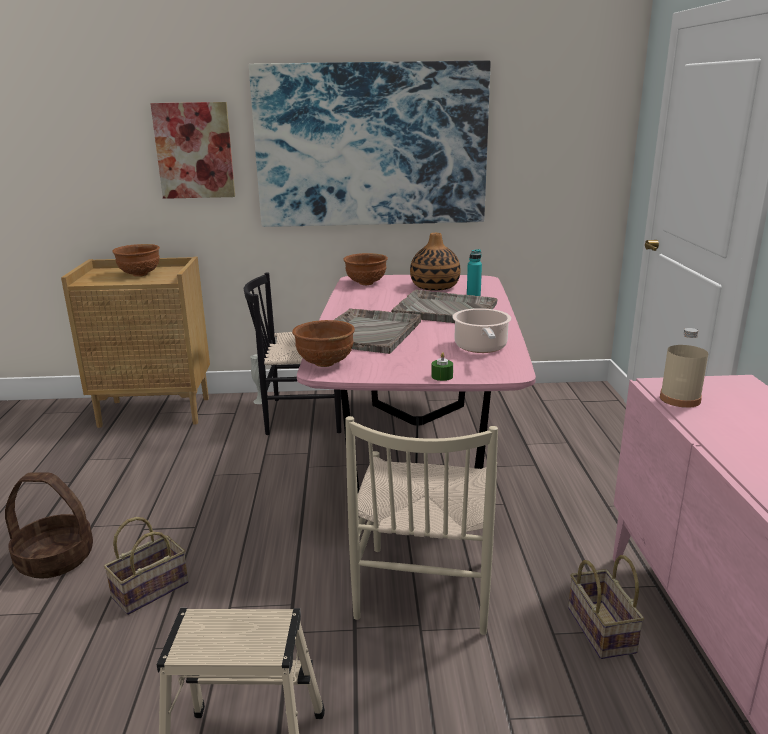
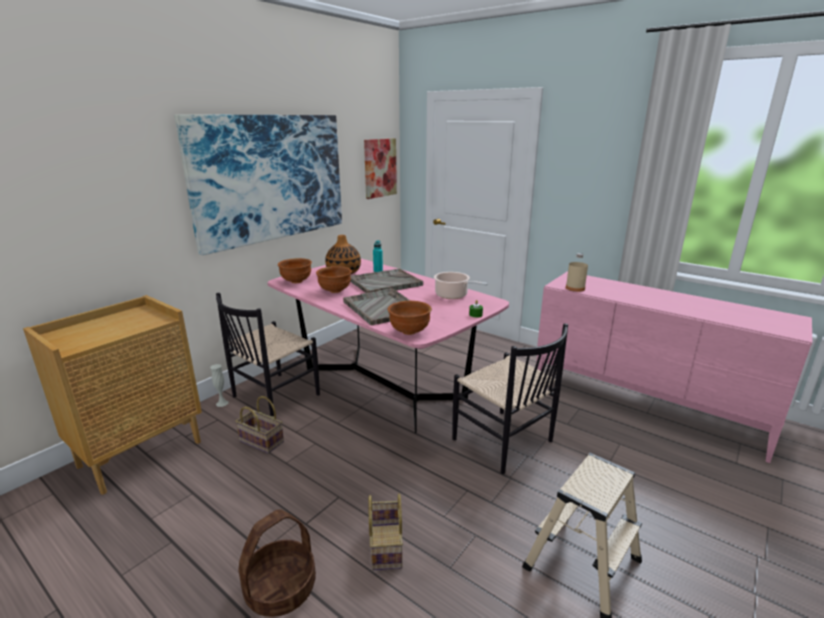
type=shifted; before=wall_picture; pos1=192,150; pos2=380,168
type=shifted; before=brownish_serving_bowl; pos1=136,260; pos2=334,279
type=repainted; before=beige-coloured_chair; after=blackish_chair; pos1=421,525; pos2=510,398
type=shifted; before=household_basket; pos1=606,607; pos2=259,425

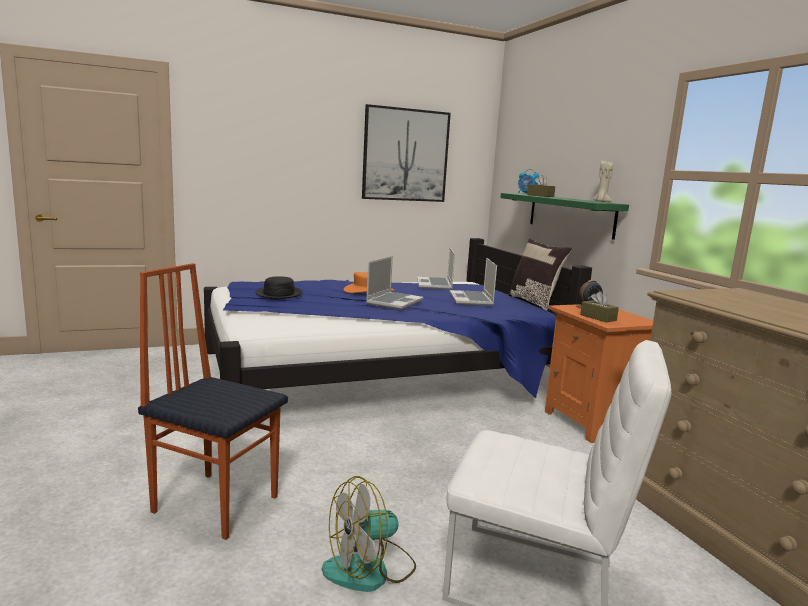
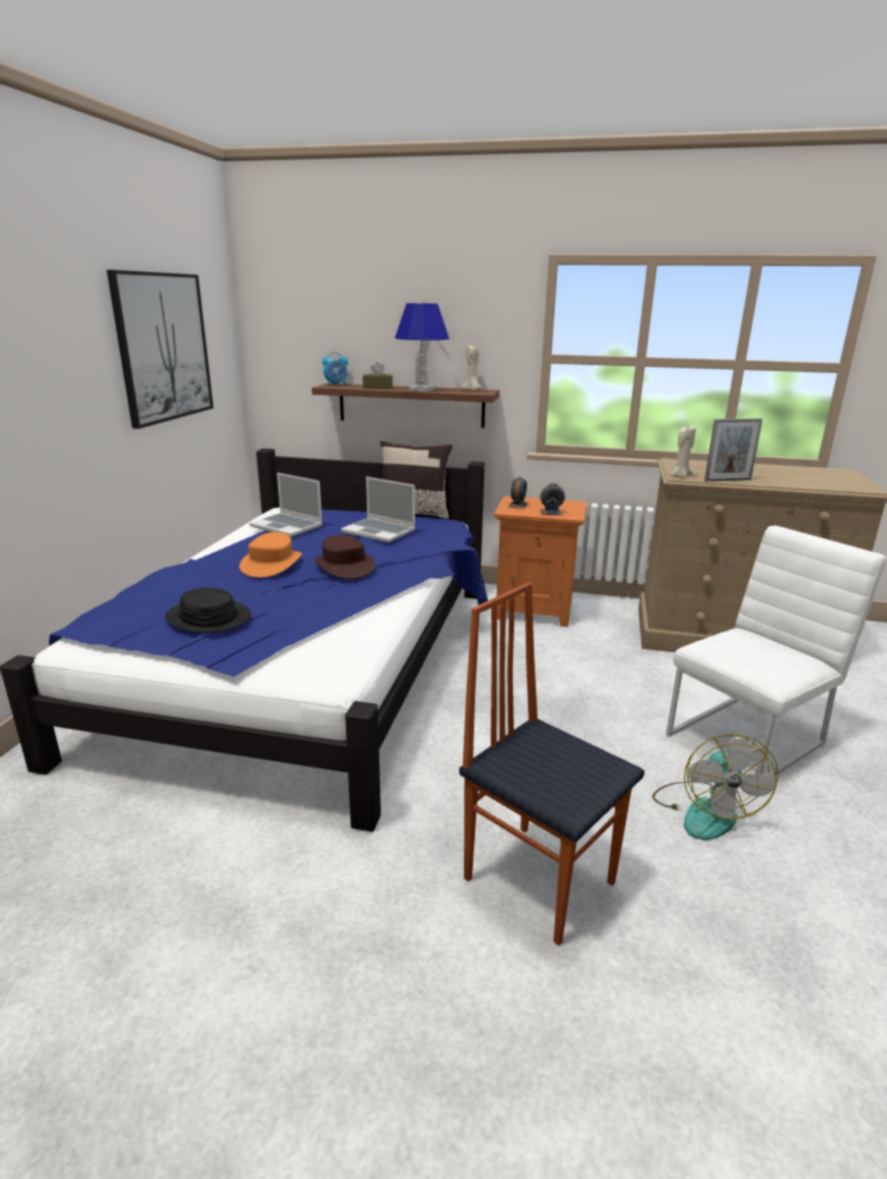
type=repainted; before=green-coloured_wall_shelf; after=brownish_wall_shelf; pos1=565,216; pos2=406,405
type=swapped; before=notebook_computer; after=brownish_hat; pos1=394,282; pos2=344,557
type=rotated; before=chair; pos1=213,401; pos2=552,764; turn=75
type=swapped; before=brownish_box_of_tissues; after=alarm_clock; pos1=599,306; pos2=552,499
type=new; after=bluish_tabletop_lamp; pos2=422,347
type=new; after=photo_frame; pos2=733,449
type=new; after=beige-coloured_wax_candle; pos2=683,452

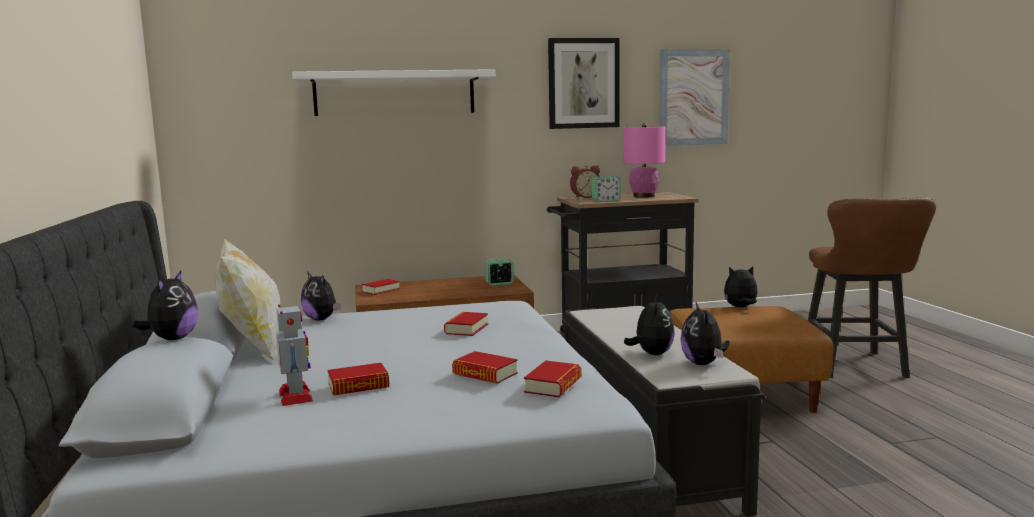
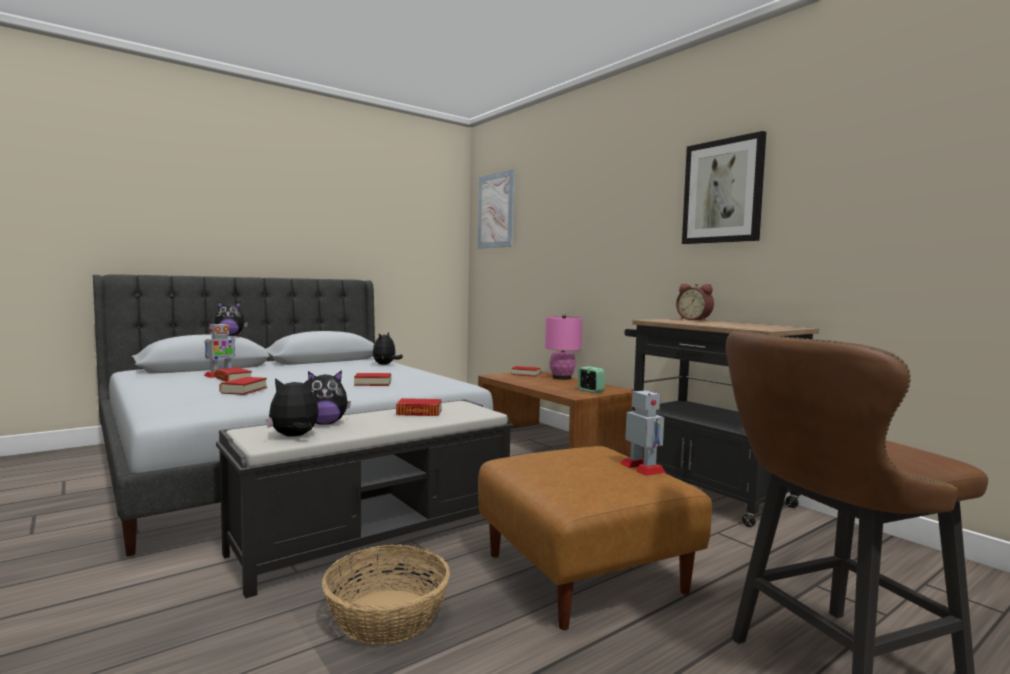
type=shifted; before=wall_picture; pos1=694,97; pos2=496,208
type=gone; before=whitish_wall_shelf; pos1=393,92
type=shifted; before=pinkish_tabletop_lamp; pos1=644,160; pos2=563,347
type=gone; before=alarm_clock; pos1=606,189
type=gone; before=pillow; pos1=247,299
type=swapped; before=cuddly_toy; after=robot_figure; pos1=741,286; pos2=643,432
type=shifted; before=bound_book; pos1=552,379; pos2=419,407
type=new; after=household_basket; pos2=386,595

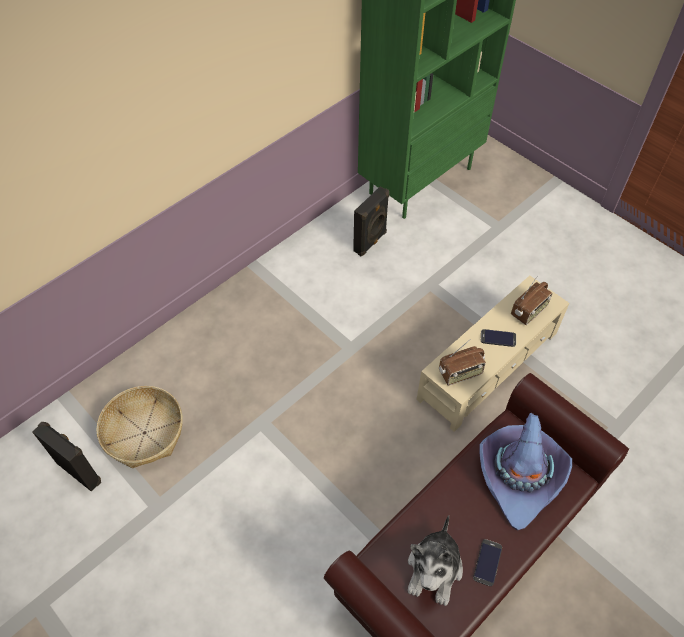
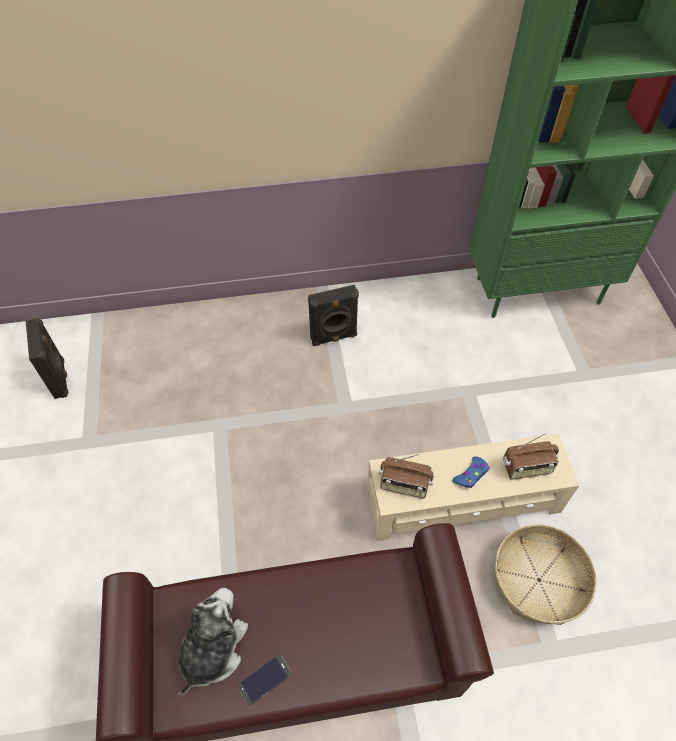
type=shifted; before=blackish_loudspeaker; pos1=371,221; pos2=333,315
type=swapped; before=telephone; after=bluish_game_controller; pos1=498,338; pos2=470,472
type=shifted; before=household_basket; pos1=139,427; pos2=545,574
type=gone; before=purplish_hat; pos1=525,472
type=rotated; before=cuddly_toy; pos1=435,560; pos2=213,641; turn=150

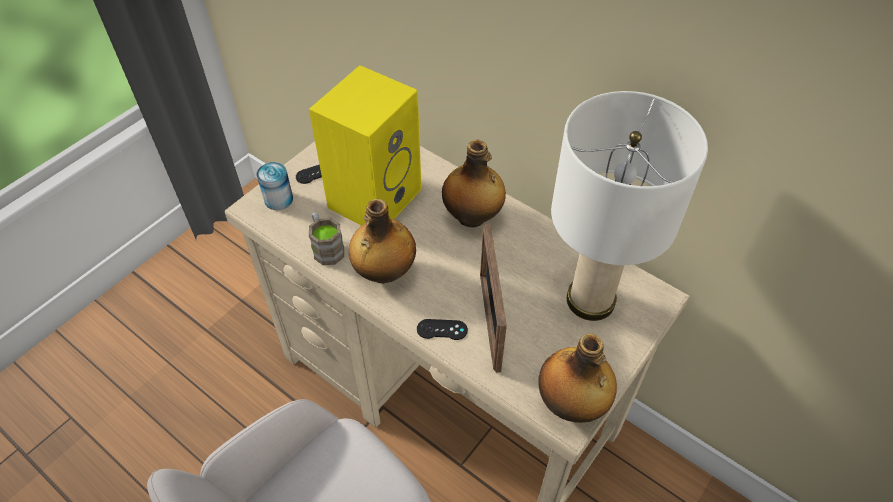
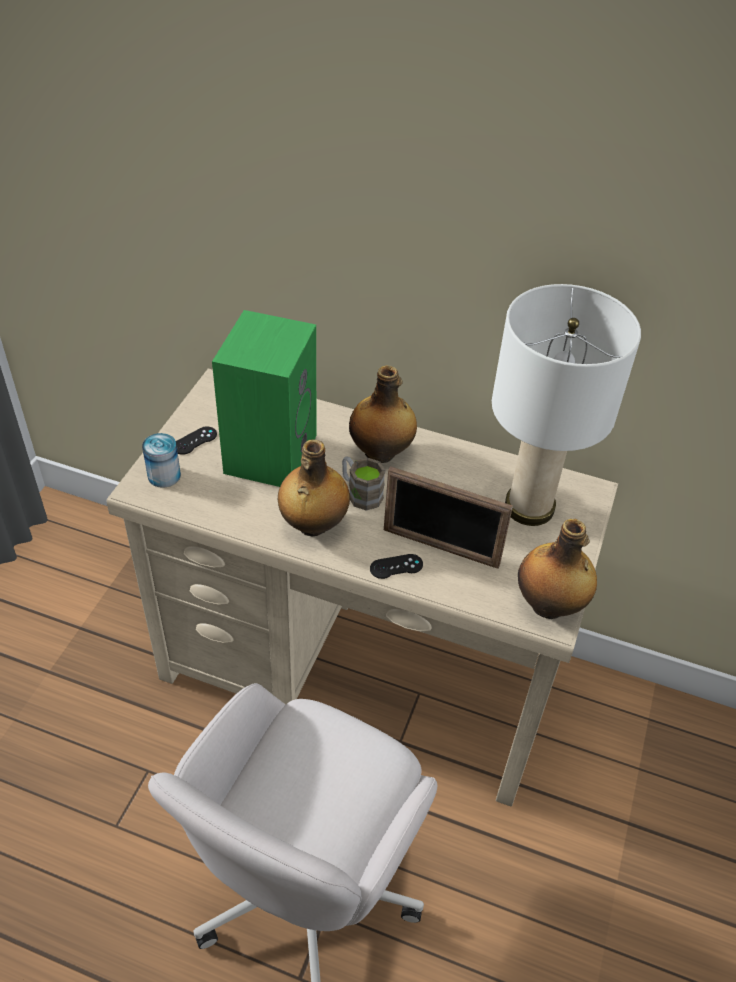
type=repainted; before=yellow_loudspeaker; after=green-coloured_loudspeaker; pos1=365,145; pos2=264,398
type=shifted; before=brownish_tea_mug; pos1=326,238; pos2=364,483
type=rotated; before=photo_frame; pos1=493,298; pos2=448,517; turn=-45

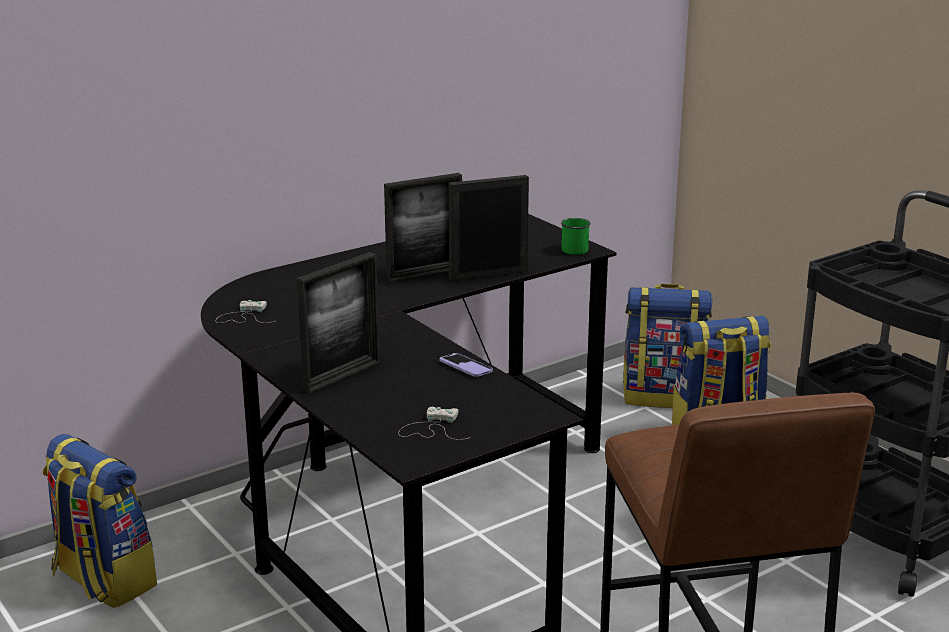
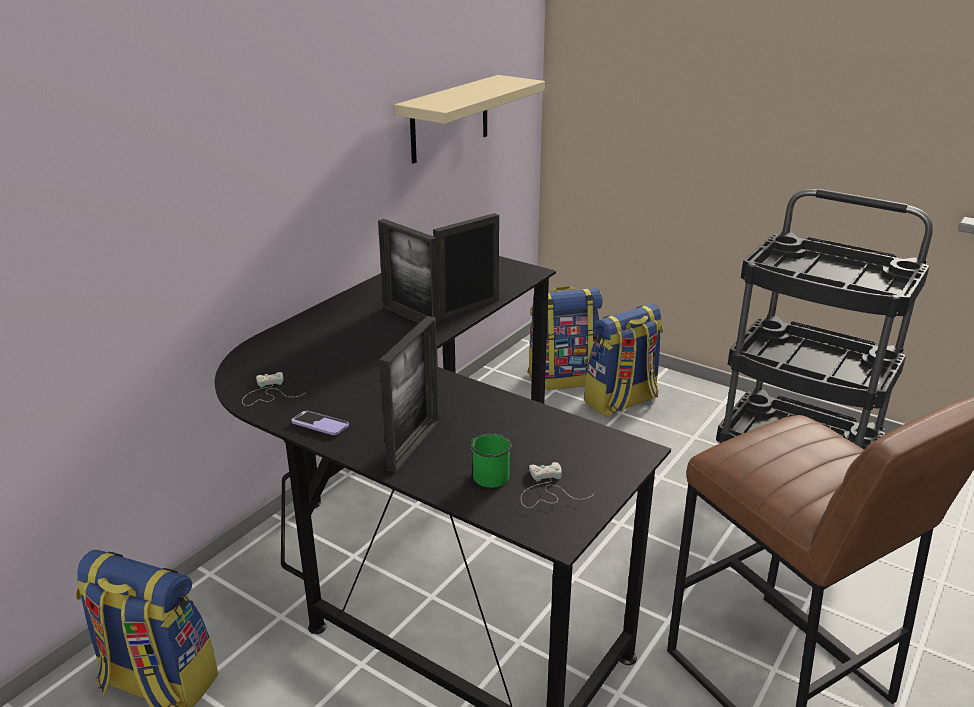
type=rotated; before=photo_frame; pos1=423,227; pos2=408,274; turn=90
type=shifted; before=green-coloured_tea_mug; pos1=576,236; pos2=490,460
type=shifted; before=telephone; pos1=466,365; pos2=320,423
type=new; after=beige-coloured_wall_shelf; pos2=469,119

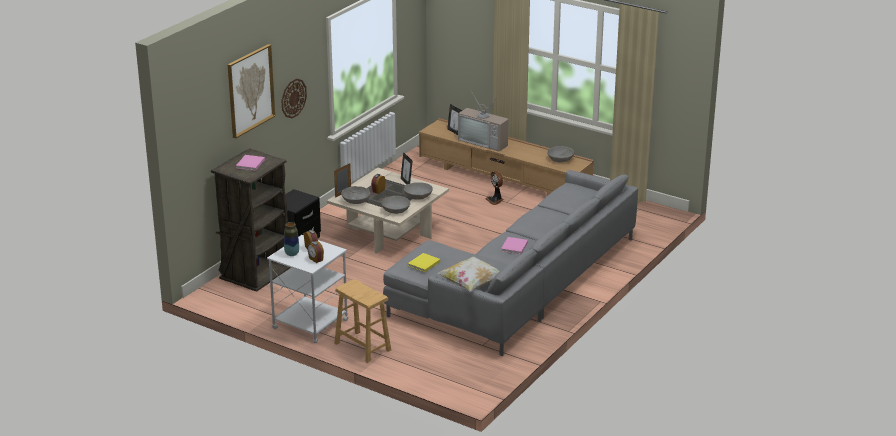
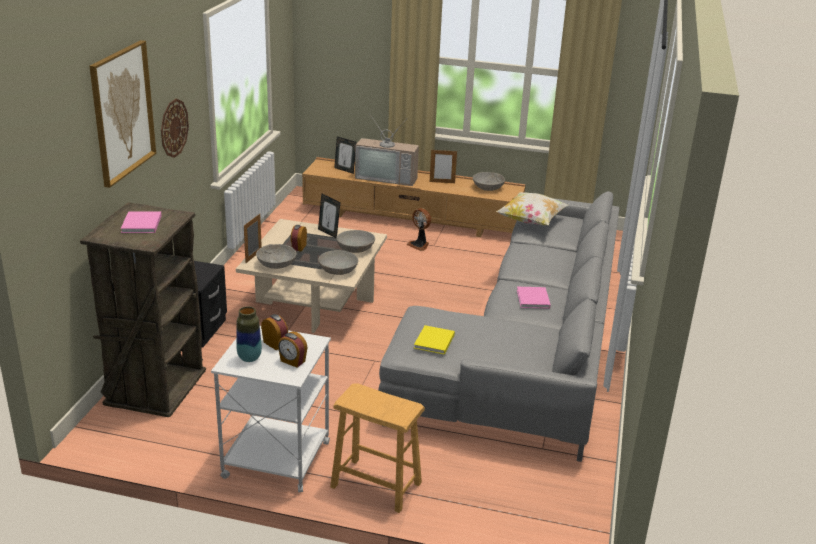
type=shifted; before=pillow; pos1=468,274; pos2=532,208
type=new; after=photo_frame; pos2=443,166

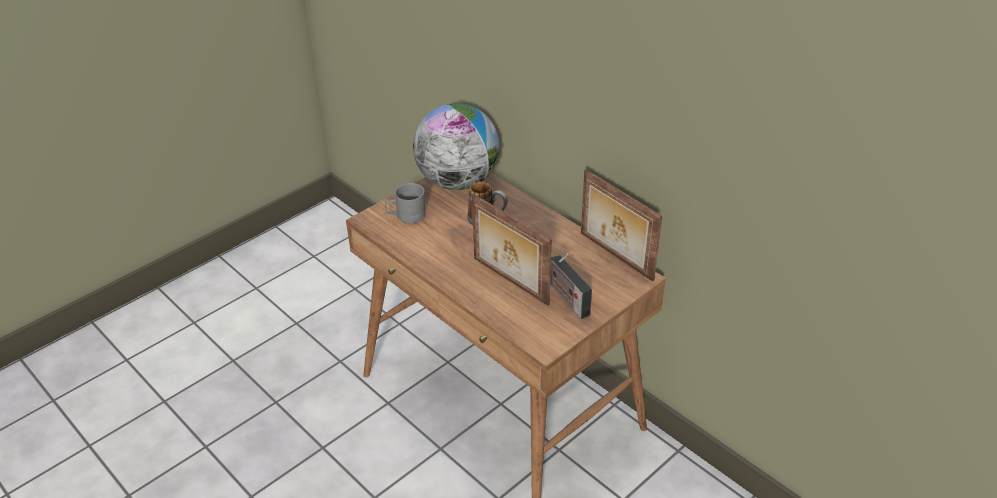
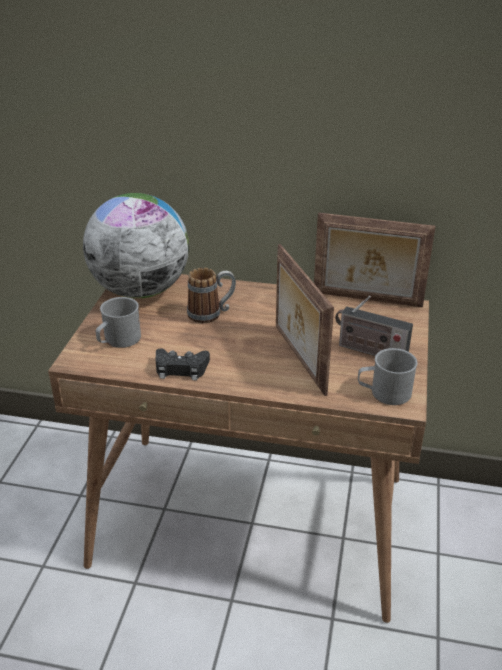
type=rotated; before=photo_frame; pos1=512,249; pos2=305,320; turn=60
type=new; after=blackish_game_controller; pos2=182,364
type=new; after=gray_tea_mug; pos2=388,376

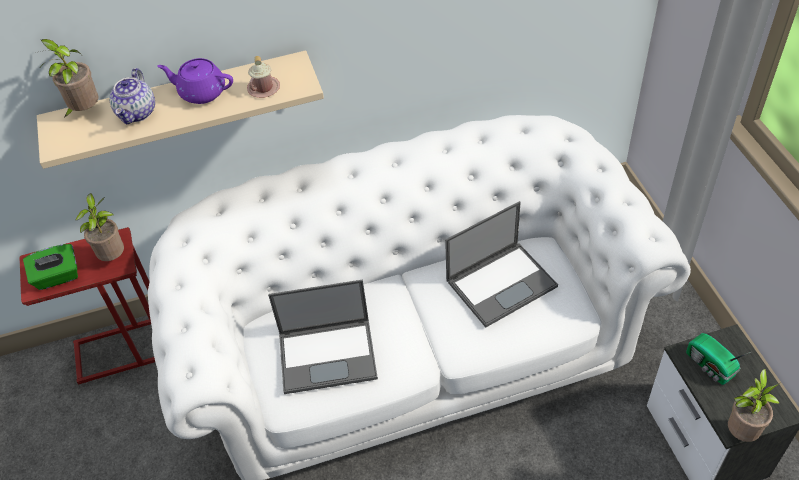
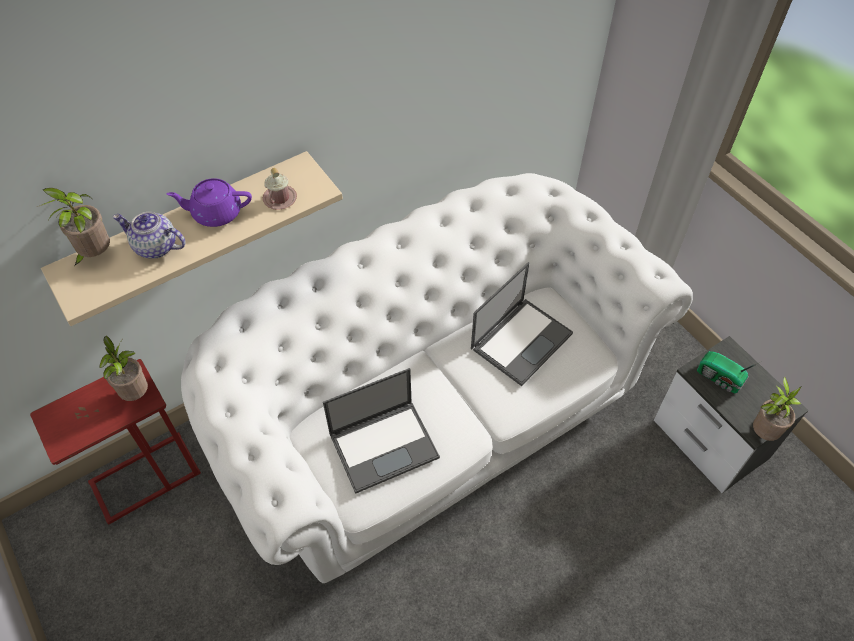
type=rotated; before=pot_for_tea; pos1=132,96; pos2=149,235; turn=120
type=gone; before=green-coloured_box_of_tissues; pos1=50,267

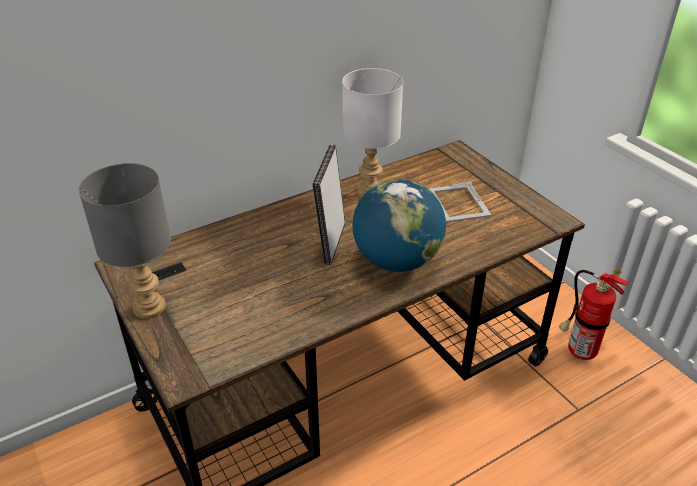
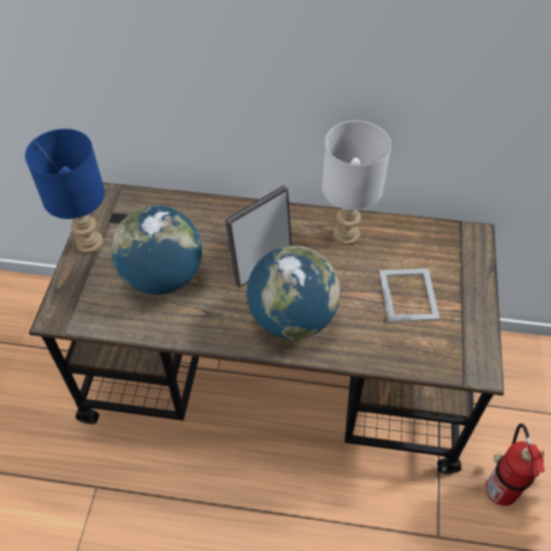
type=repainted; before=gray_tabletop_lamp; after=bluish_tabletop_lamp; pos1=124,241; pos2=65,191
type=rotated; before=photo_frame; pos1=460,201; pos2=409,295; turn=150
type=new; after=globe; pos2=157,250

